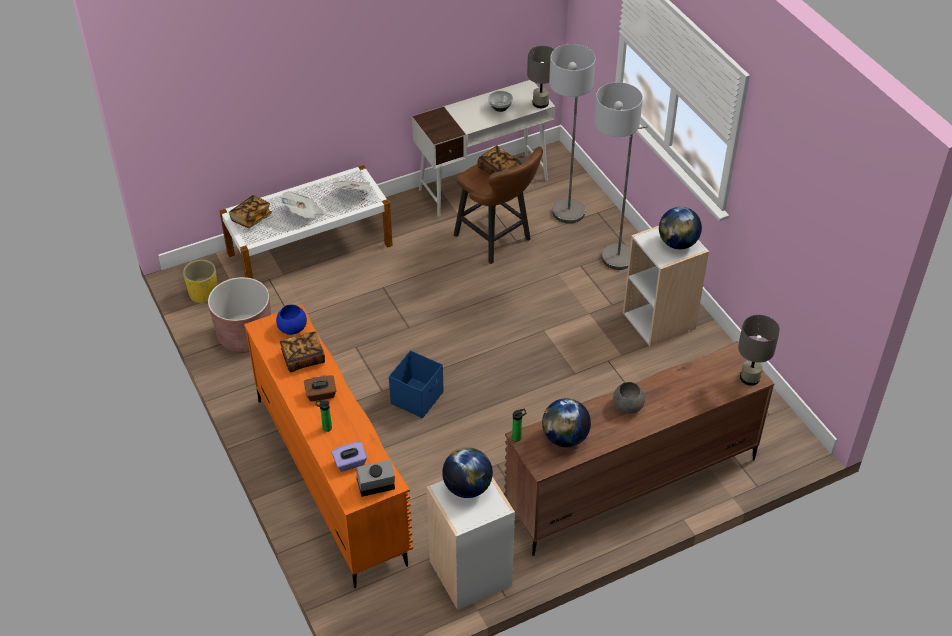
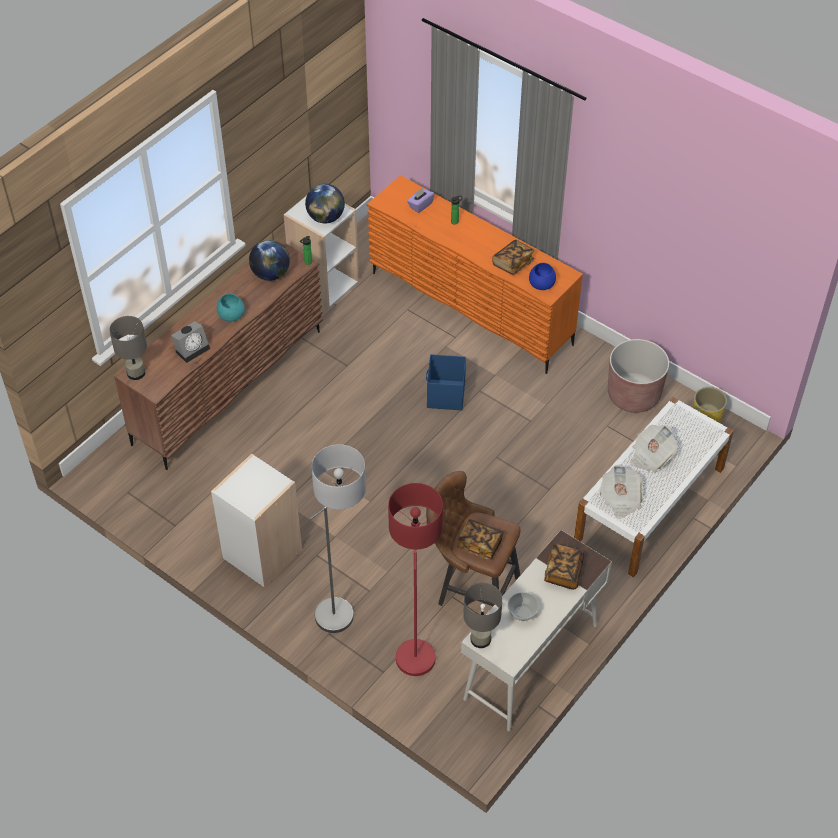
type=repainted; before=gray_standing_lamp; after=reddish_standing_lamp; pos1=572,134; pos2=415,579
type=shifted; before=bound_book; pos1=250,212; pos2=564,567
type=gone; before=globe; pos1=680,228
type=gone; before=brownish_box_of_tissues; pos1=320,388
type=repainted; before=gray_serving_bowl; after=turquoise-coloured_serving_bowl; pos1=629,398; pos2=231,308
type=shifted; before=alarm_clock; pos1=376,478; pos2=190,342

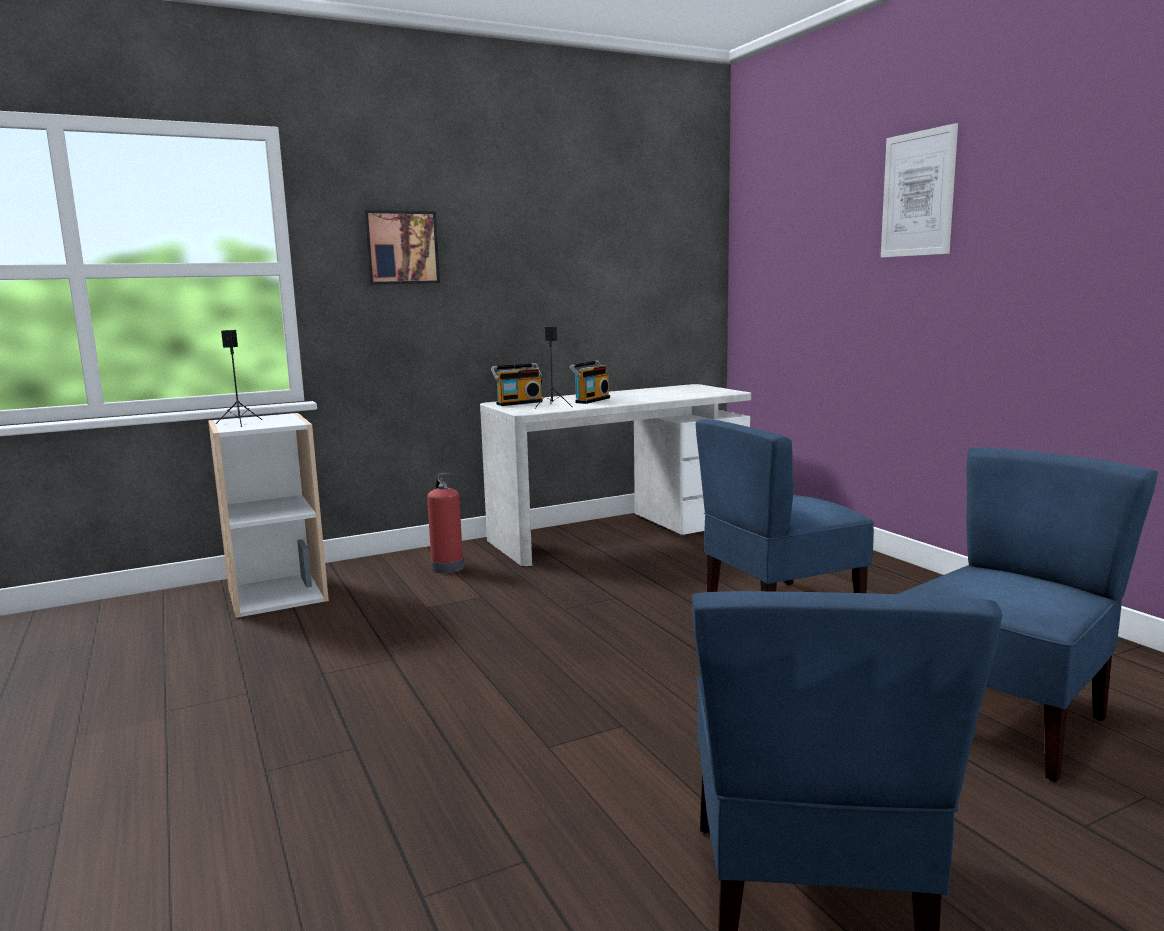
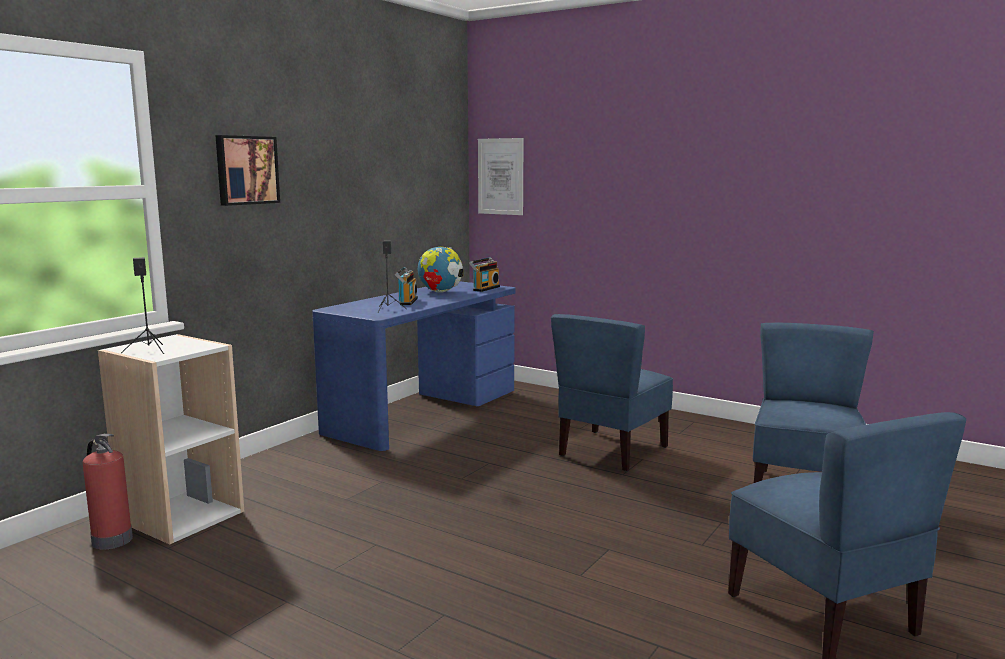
type=shifted; before=wall_picture; pos1=919,190; pos2=501,176
type=shifted; before=radio_receiver; pos1=517,384; pos2=484,274
type=repainted; before=whitish_desk_unit; after=bluish_desk_unit; pos1=615,475; pos2=414,366
type=shifted; before=fire_extinguisher; pos1=445,523; pos2=108,492
type=new; after=globe; pos2=441,269

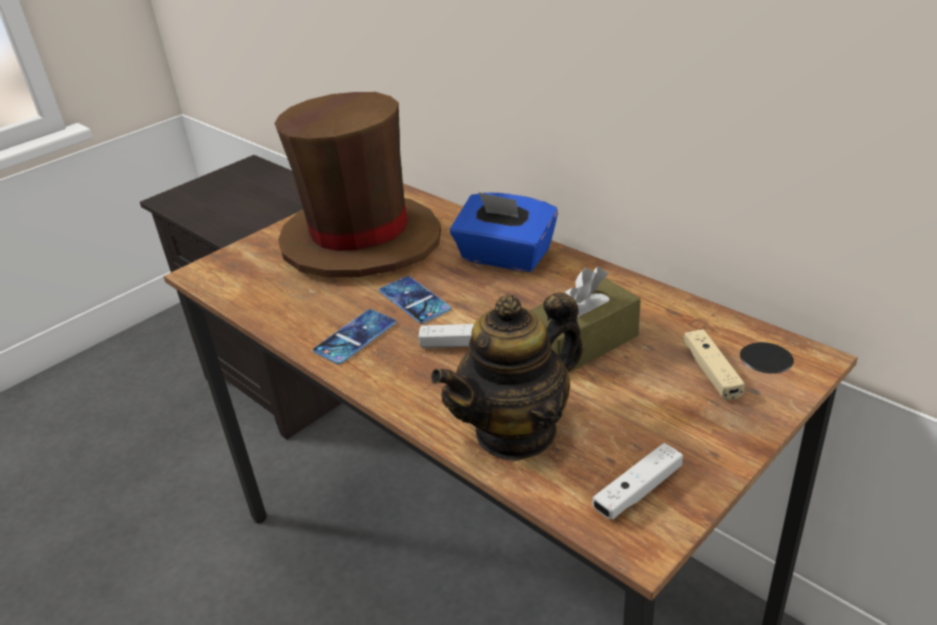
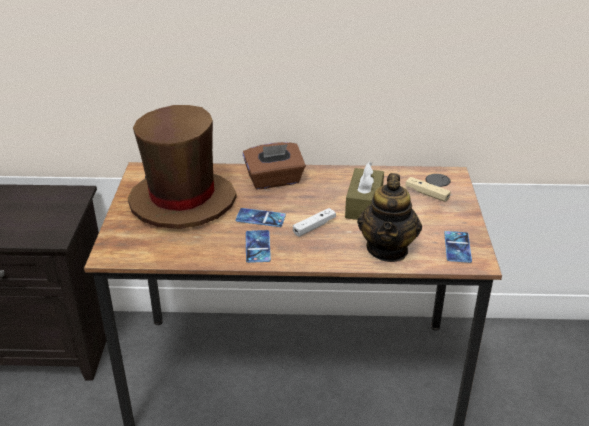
type=repainted; before=bluish_box_of_tissues; after=brownish_box_of_tissues; pos1=504,232; pos2=274,165
type=swapped; before=whitish_game_controller; after=telephone; pos1=637,481; pos2=458,247

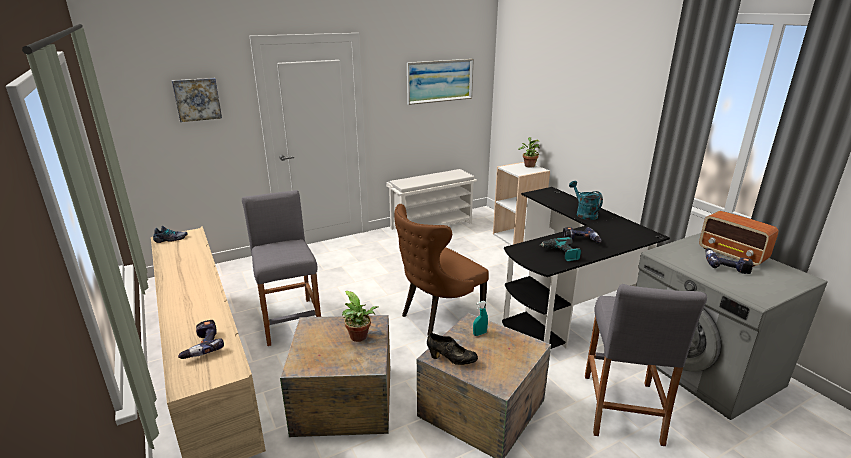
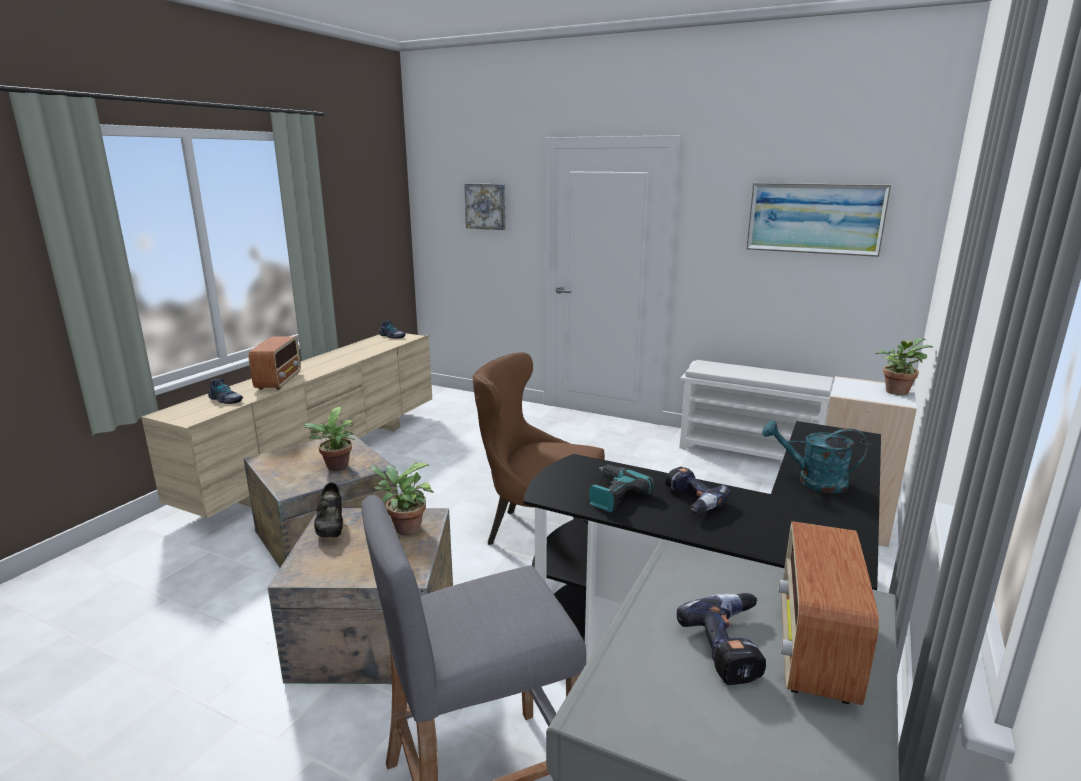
type=rotated; before=turquoise-coloured_watering_pot; pos1=586,200; pos2=815,456; turn=-105
type=gone; before=gray_stool; pos1=281,268
type=swapped; before=turquoise-coloured_spray_bottle; after=plant_in_a_pot; pos1=480,318; pos2=402,499
type=swapped; before=drill; after=shoe; pos1=201,339; pos2=225,391
type=new; after=radio_receiver; pos2=275,363

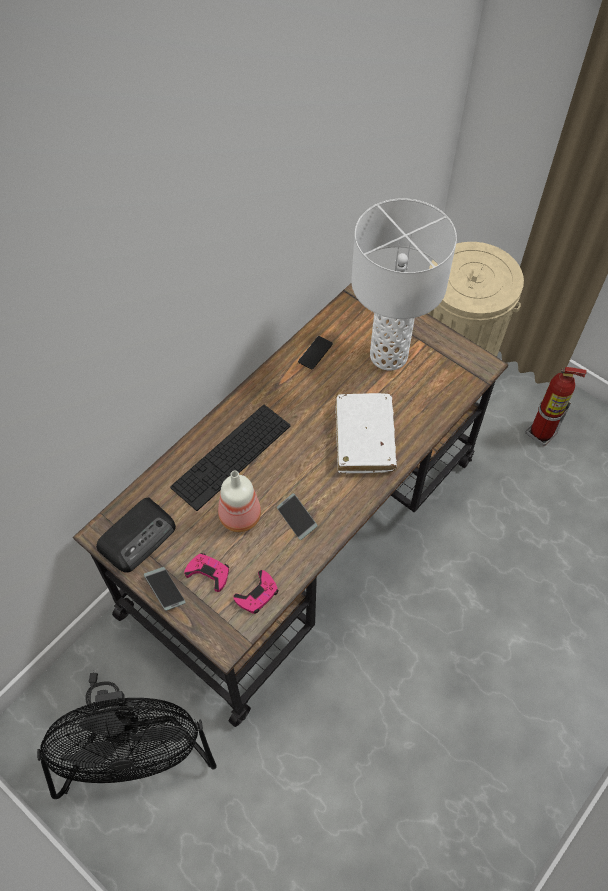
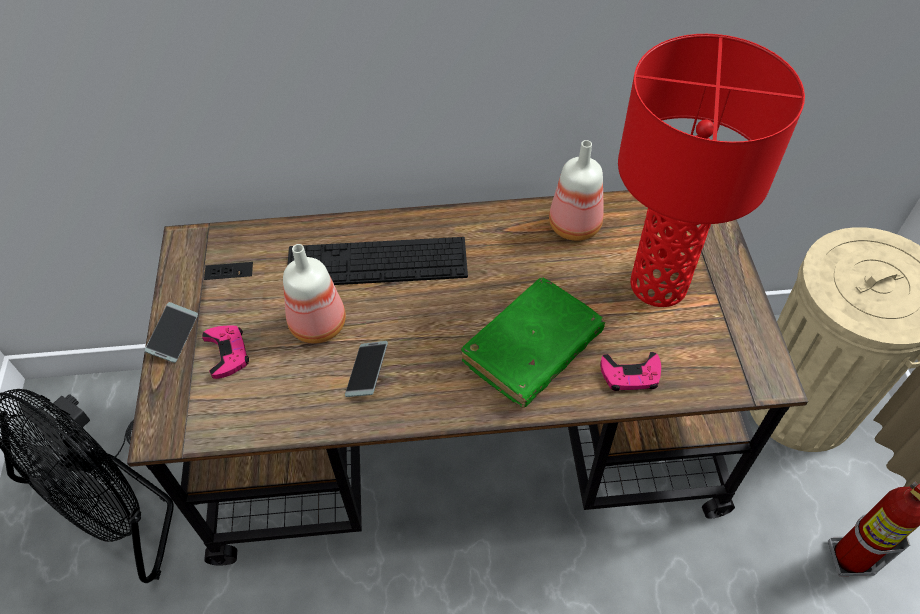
type=repainted; before=whitish_tabletop_lamp; after=reddish_tabletop_lamp; pos1=404,284; pos2=711,170
type=swapped; before=telephone; after=drink_bottle; pos1=315,352; pos2=576,190
type=repainted; before=whitish_bound_book; after=green-coloured_bound_book; pos1=366,433; pos2=533,343
type=gone; before=radio_receiver; pos1=136,535
type=shifted; before=pinkish_game_controller; pos1=255,592; pos2=630,371

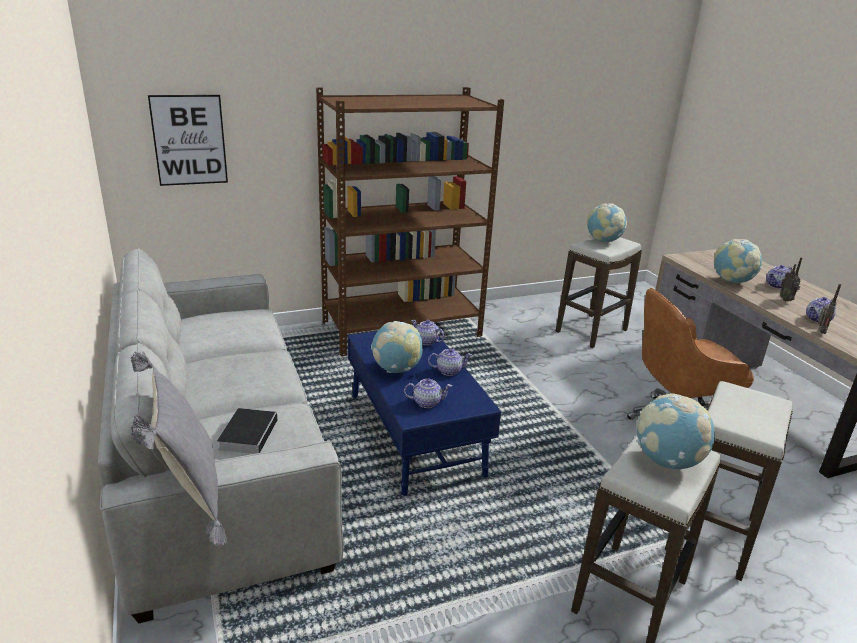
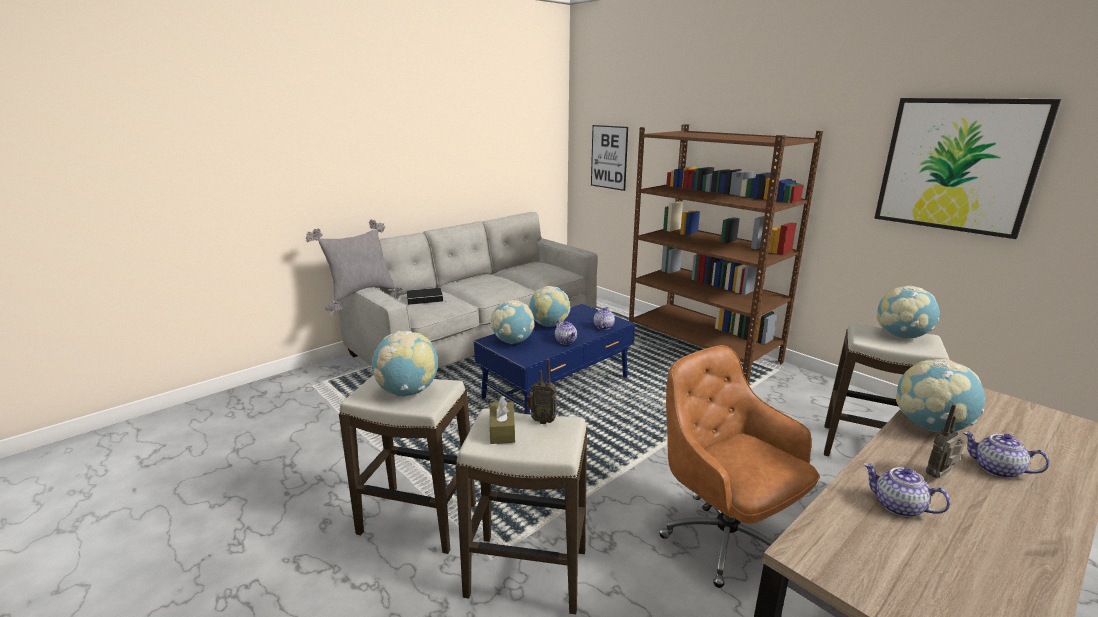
type=shifted; before=radio_receiver; pos1=829,309; pos2=542,391
type=swapped; before=pot_for_tea; after=globe; pos1=428,393; pos2=512,322
type=new; after=wall_picture; pos2=967,168
type=new; after=brownish_box_of_tissues; pos2=502,420

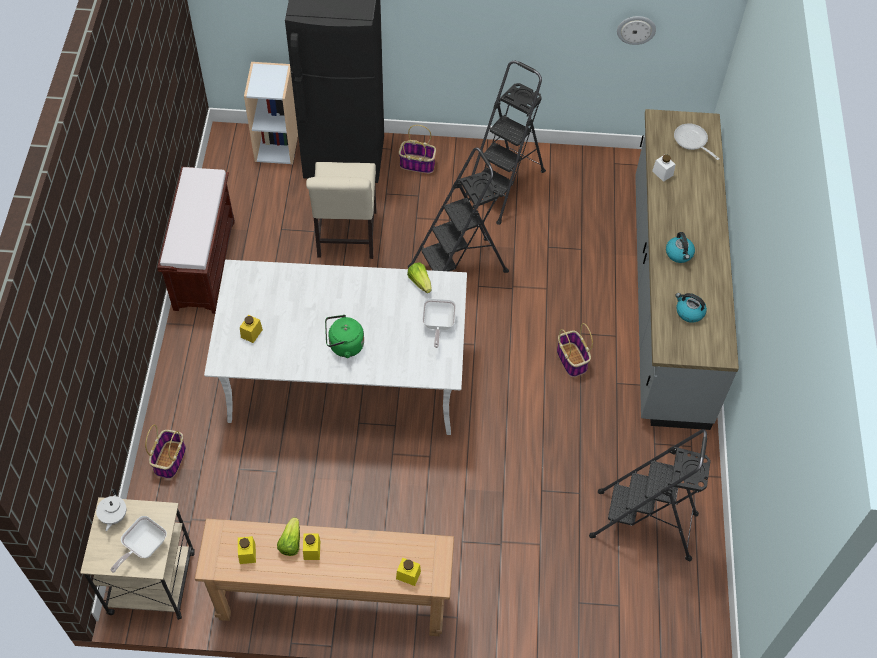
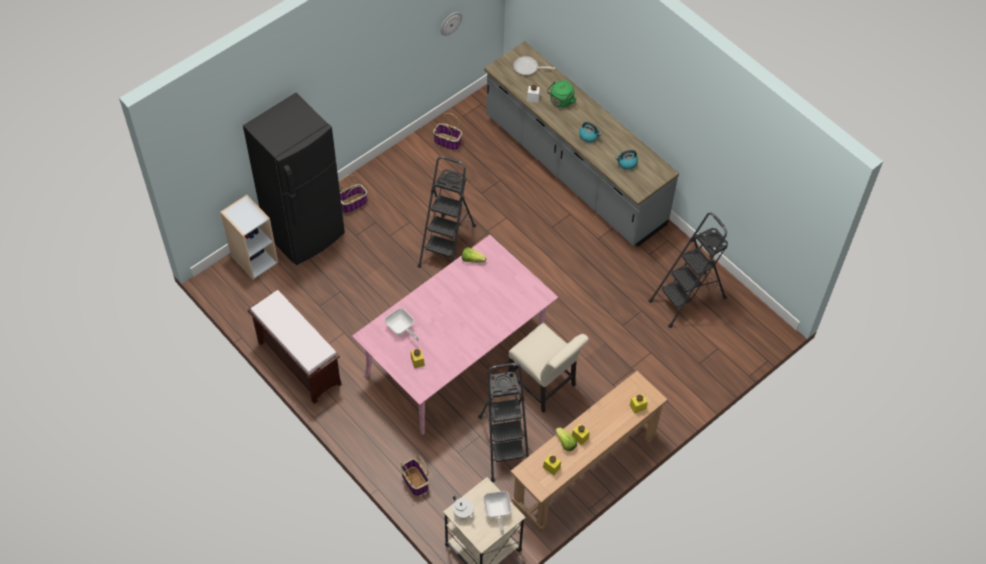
type=shifted; before=step_stool; pos1=506,143; pos2=503,422
type=shifted; before=beige-coloured_chair; pos1=341,210; pos2=549,367
type=repainted; before=whitish_dining_table; after=pinkish_dining_table; pos1=335,347; pos2=455,335
type=shifted; before=frying_pan; pos1=439,323; pos2=401,324
type=shifted; before=green-coloured_tea_kettle; pos1=344,336; pos2=561,93
type=shifted; before=household_basket; pos1=575,350; pos2=447,132

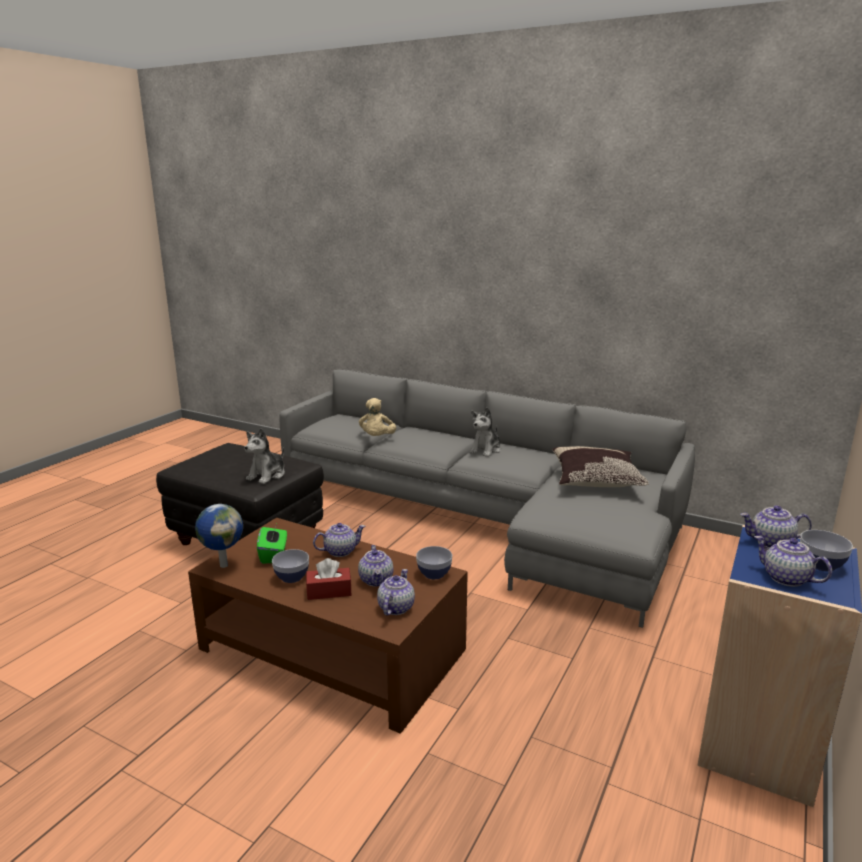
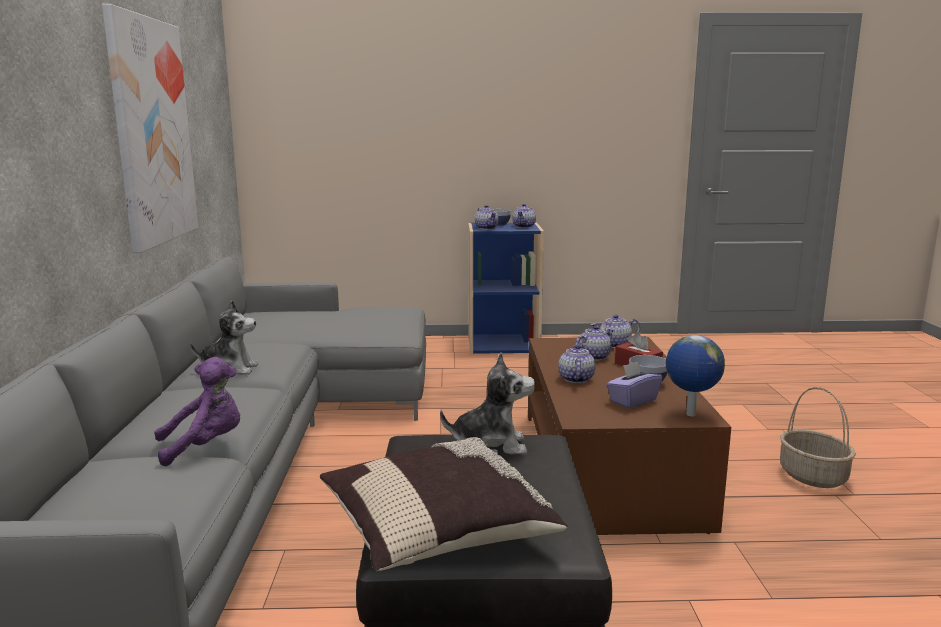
type=repainted; before=beige-coloured_cuddly_toy; after=purplish_cuddly_toy; pos1=377,417; pos2=197,411
type=shifted; before=pillow; pos1=600,466; pos2=444,504
type=rotated; before=pot_for_tea; pos1=339,540; pos2=577,364; turn=60
type=repainted; before=green-coloured_box_of_tissues; after=purplish_box_of_tissues; pos1=272,544; pos2=634,385
type=gone; before=serving_bowl; pos1=434,562
type=new; after=wall_picture; pos2=150,128
type=new; after=household_basket; pos2=818,437

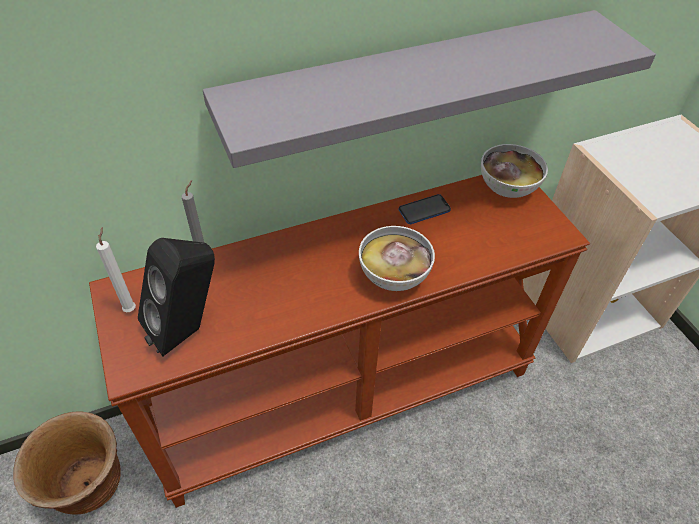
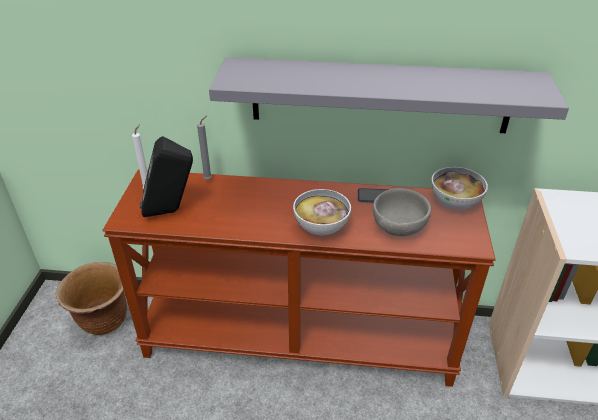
type=new; after=gray_serving_bowl; pos2=402,212

